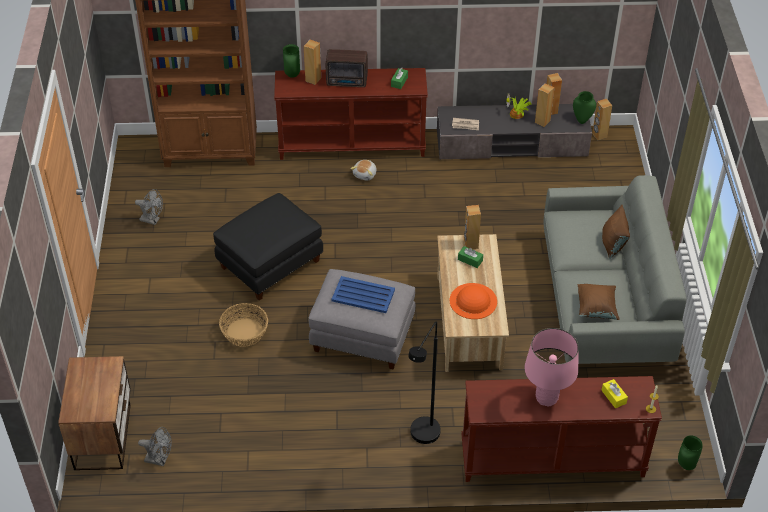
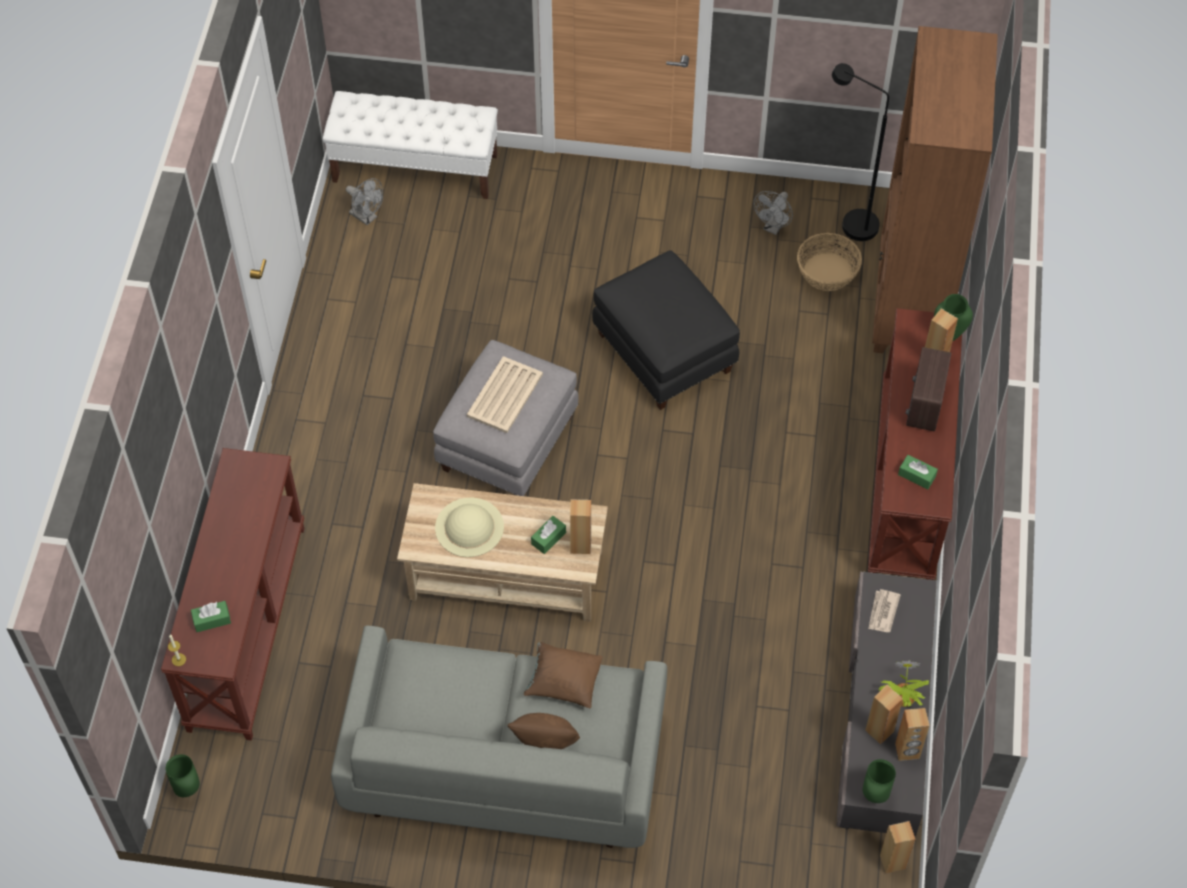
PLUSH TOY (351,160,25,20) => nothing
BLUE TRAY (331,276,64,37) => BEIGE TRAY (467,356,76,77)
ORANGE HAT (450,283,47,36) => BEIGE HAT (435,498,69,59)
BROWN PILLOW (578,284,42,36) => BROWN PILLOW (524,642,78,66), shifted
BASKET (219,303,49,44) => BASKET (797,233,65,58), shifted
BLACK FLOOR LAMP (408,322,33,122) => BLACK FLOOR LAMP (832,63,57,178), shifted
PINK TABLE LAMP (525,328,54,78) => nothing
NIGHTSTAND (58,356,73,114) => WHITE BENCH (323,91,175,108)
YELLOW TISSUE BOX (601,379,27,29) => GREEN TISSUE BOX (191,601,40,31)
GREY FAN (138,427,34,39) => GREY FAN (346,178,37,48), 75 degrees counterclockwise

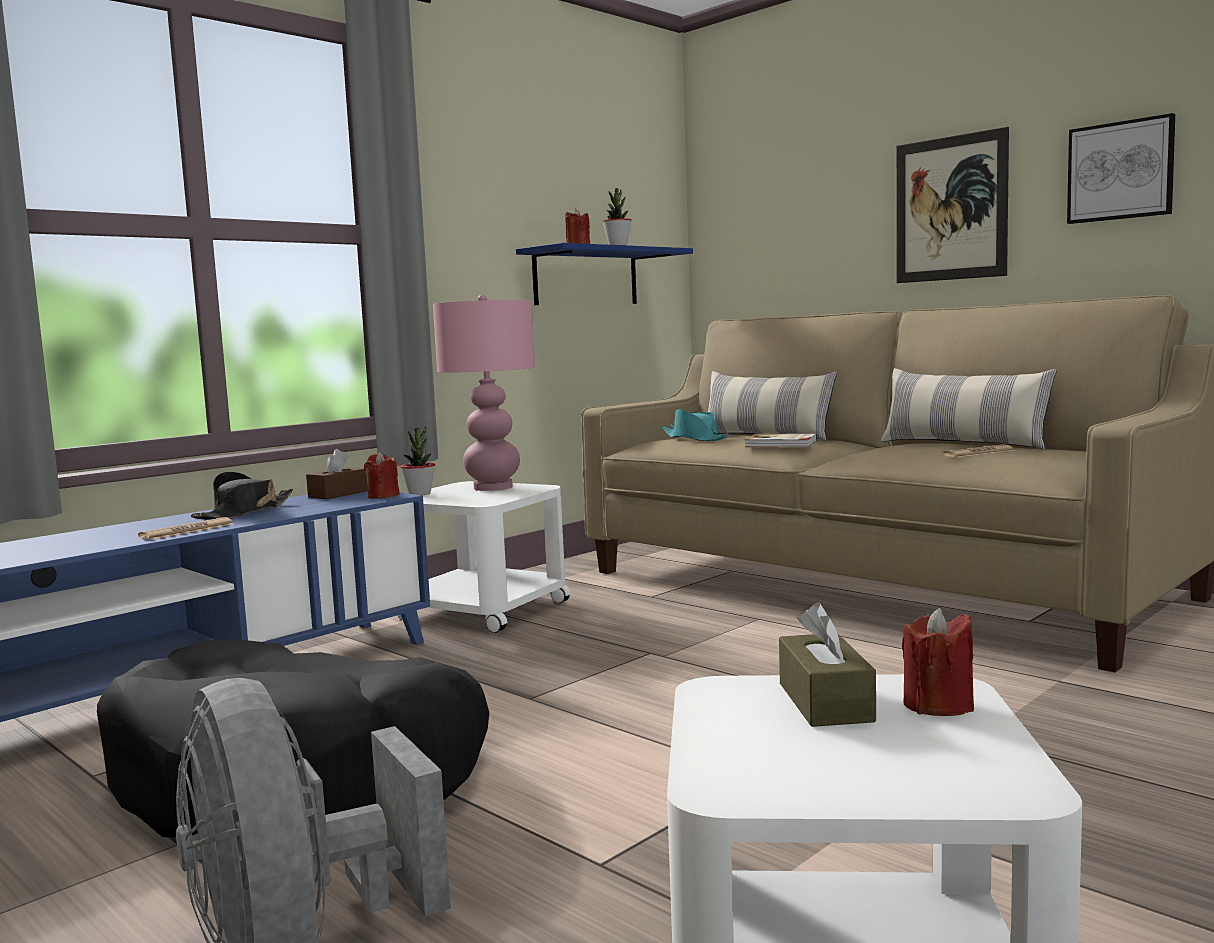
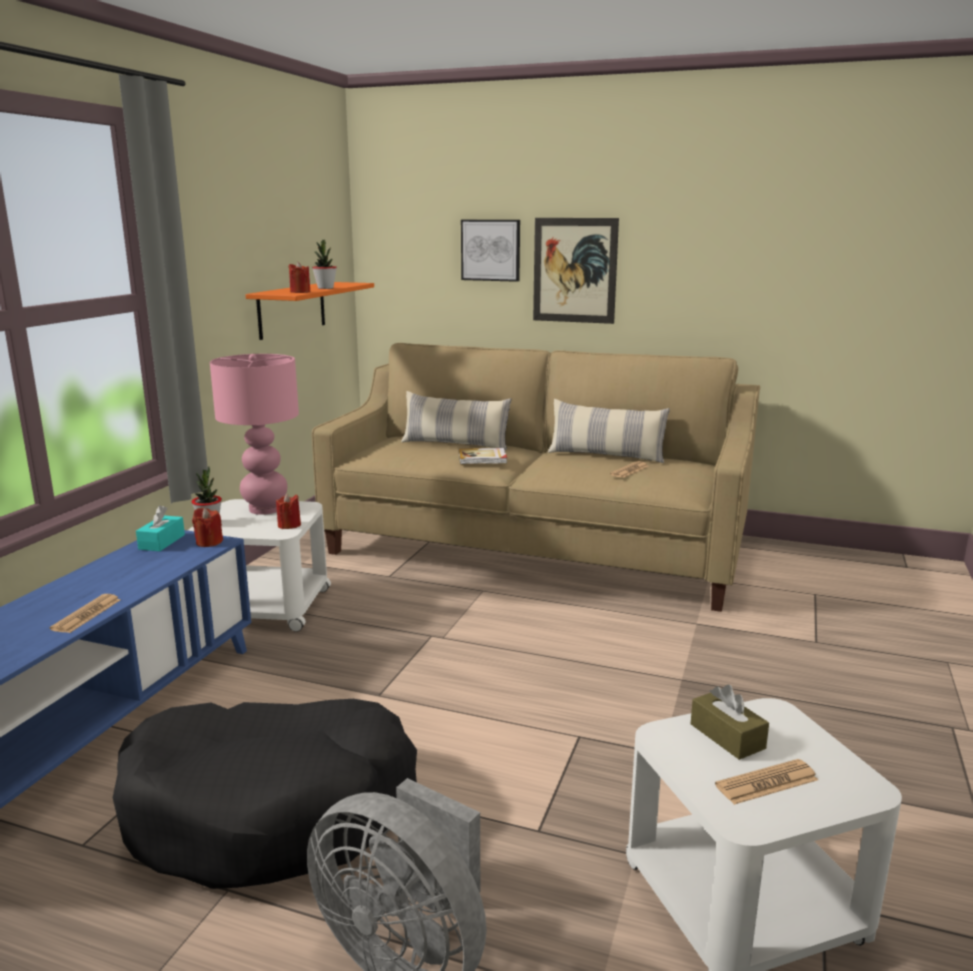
PICTURE (1067,113,108,111) => PICTURE (461,220,59,62), shifted
BLUE SHELF (516,243,177,62) => ORANGE SHELF (245,282,129,58)
TURQUOISE HAT (662,409,68,32) => nothing
BROWN TISSUE BOX (306,449,62,50) => TURQUOISE TISSUE BOX (136,505,49,46)
BLACK HAT (191,472,102,48) => nothing
RED CANDLE (902,608,72,108) => RED CANDLE (276,493,25,36), shifted
nothing => NEWSPAPER (715,759,103,46)

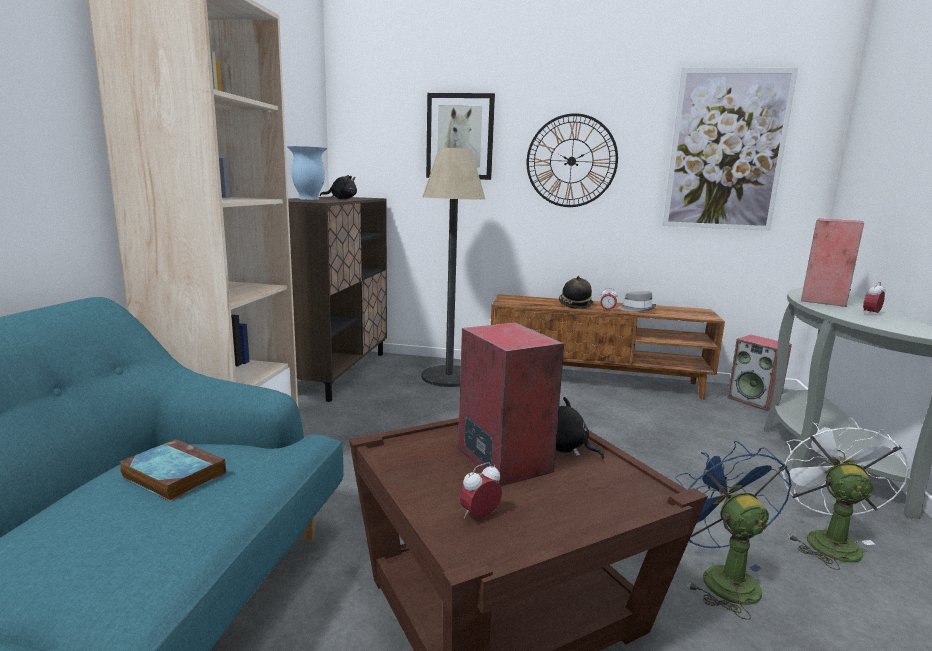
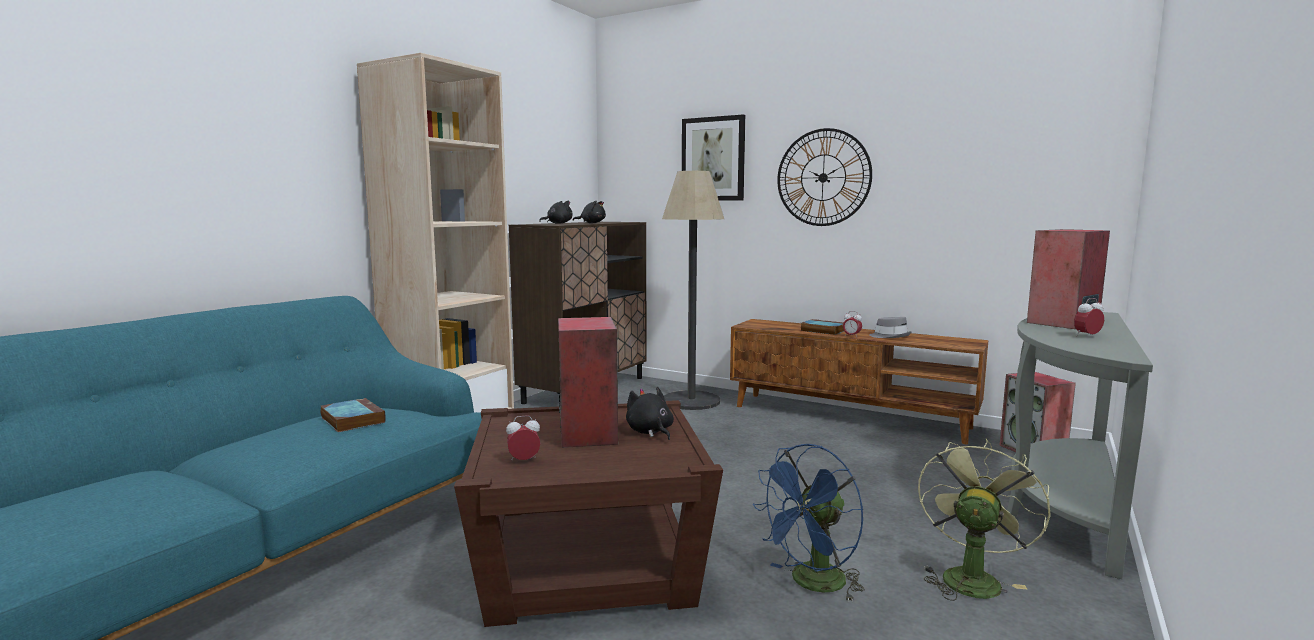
PICTURE (663,68,135,163) => nothing
VASE (287,146,40,54) => BLACK PLUSH TOY (539,200,34,24)
HAT (559,276,35,33) => BOOK (801,319,43,16)
WHITE FAN (781,418,128,152) => GREEN FAN (918,438,133,163)
BLUE FAN (675,441,117,179) => BLUE FAN (753,444,112,158), 135 degrees counterclockwise

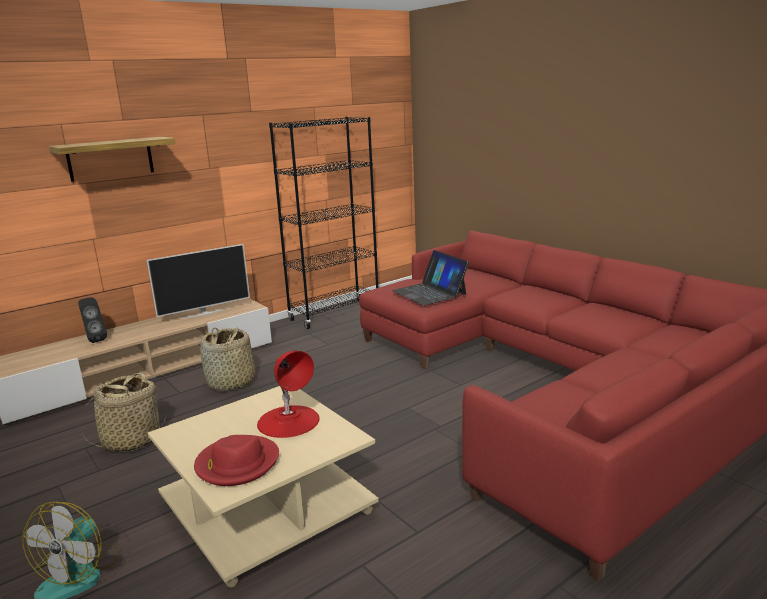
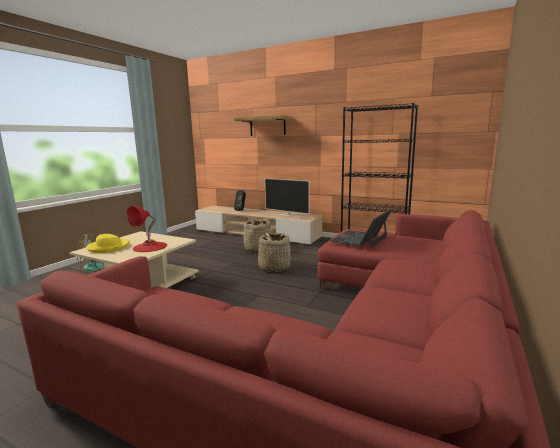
BASKET (82,373,85,79) => BASKET (255,232,37,40), shifted
RED HAT (194,435,85,51) => YELLOW HAT (86,234,44,19)

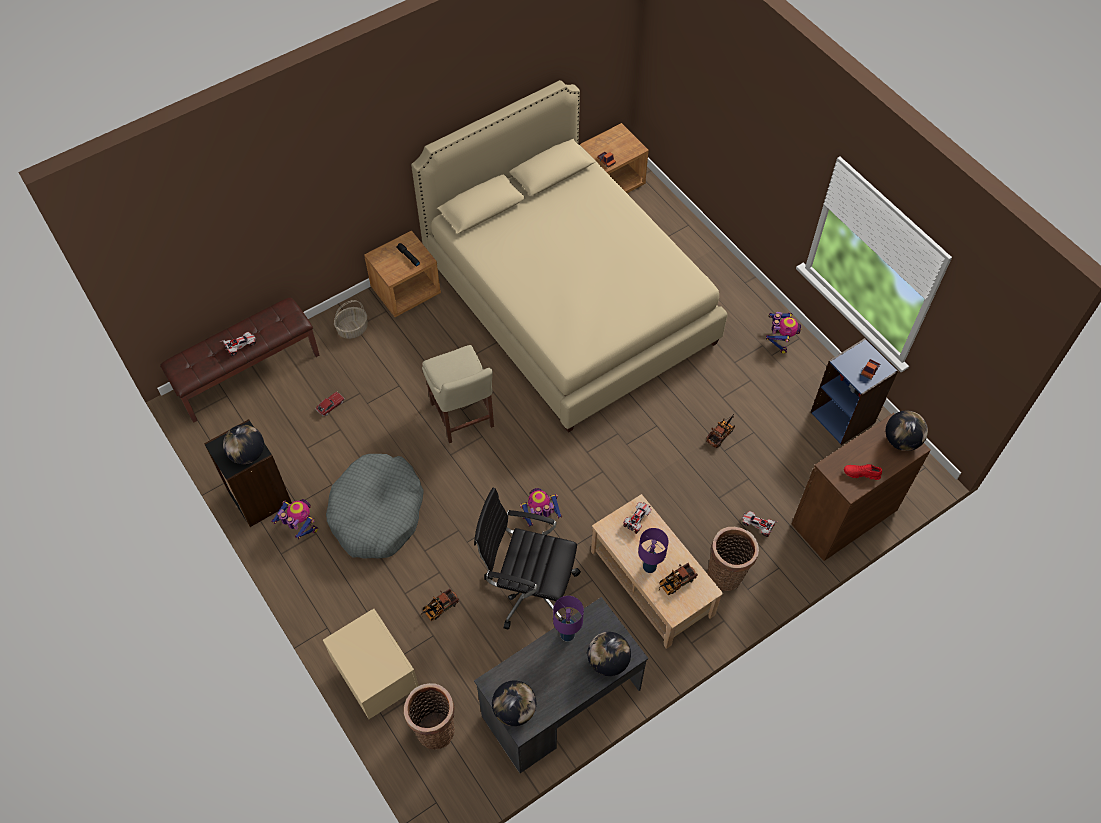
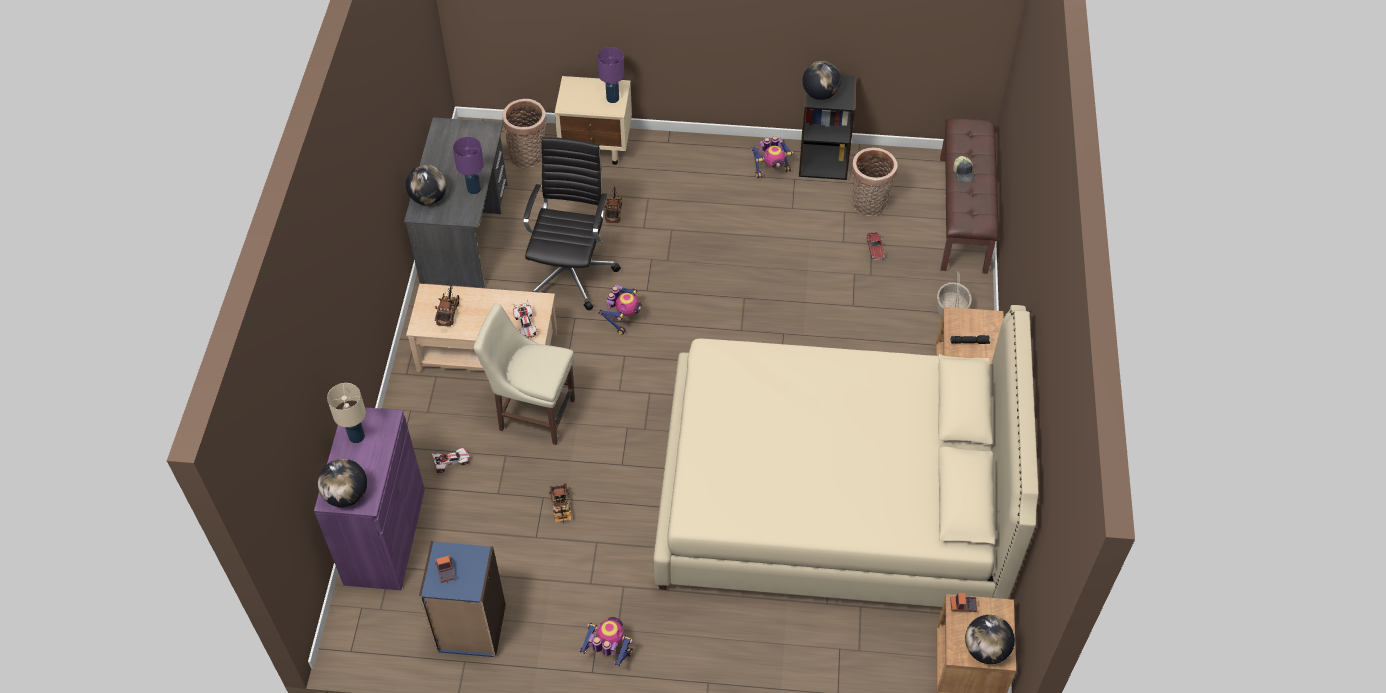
TOY ROBOT (766,312,36,42) => TOY ROBOT (579,617,54,50), 150 degrees clockwise
TOY CAR (220,332,37,24) => CAP (953,156,21,26)
BEIGE CHAIR (422,345,72,98) => BEIGE CHAIR (473,304,102,141), shifted
BROWN CABINET (792,413,139,148) => PURPLE CABINET (314,406,111,184)
GREY DOG BED (326,454,97,105) => nothing
RED SHOE (844,464,38,16) => BEIGE TABLE LAMP (327,383,39,60)
BLACK OFFICE CHAIR (474,488,107,142) => BLACK OFFICE CHAIR (523,137,98,174), 45 degrees counterclockwise
BASKET (707,527,52,64) => BASKET (852,148,46,68), shifted
PURPLE TABLE LAMP (638,528,31,45) => PURPLE TABLE LAMP (597,47,27,56), shifted
GLOBE (492,680,44,46) => GLOBE (965,615,50,49), shifted

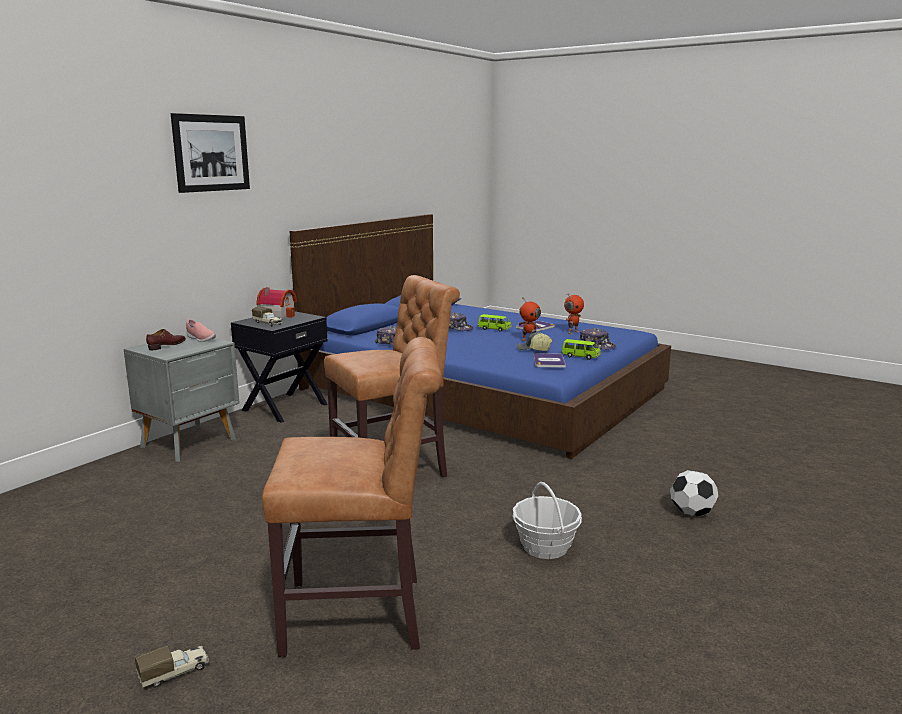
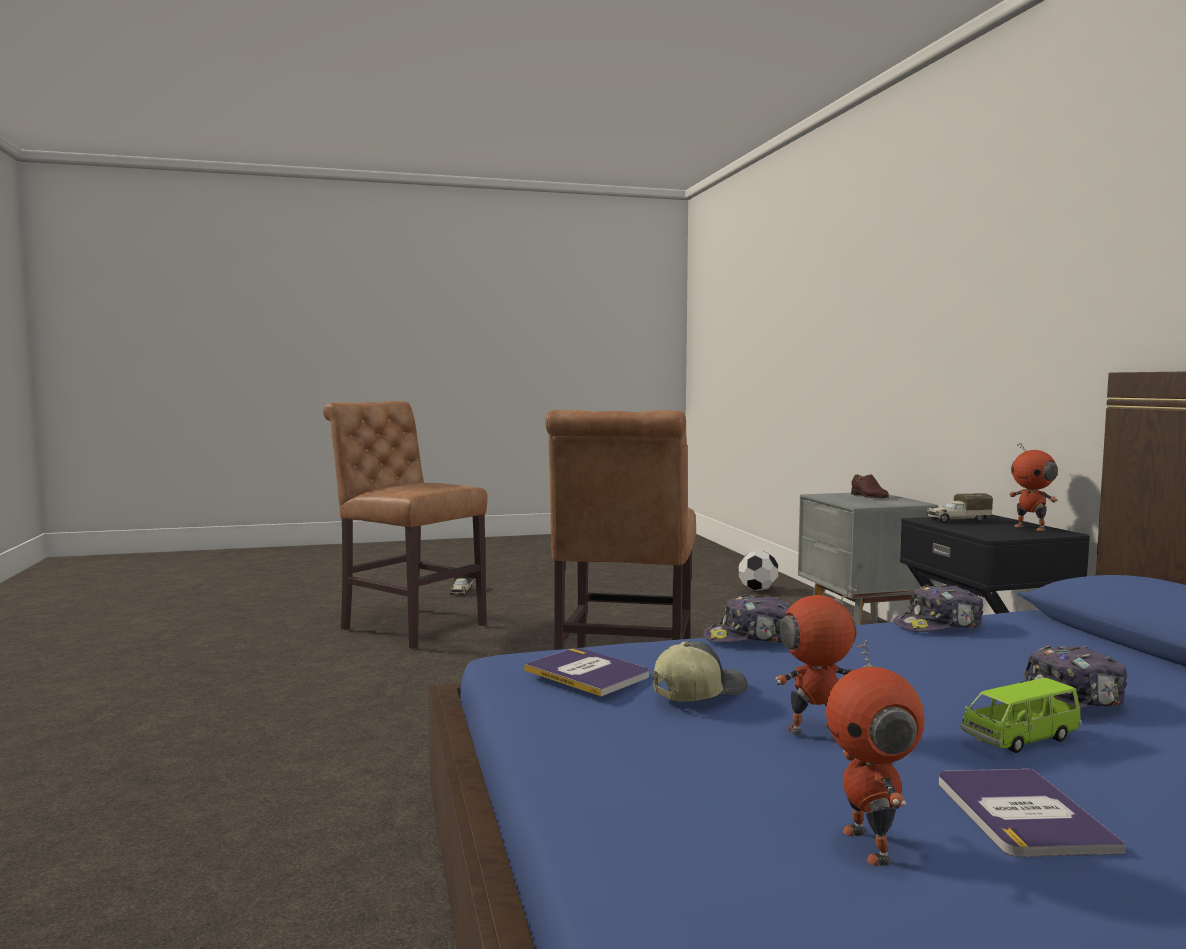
PICTURE (171,113,79,80) => nothing
TOY HOUSE (256,287,41,32) => TOY ROBOT (1009,442,49,89)
PINK SHOE (186,319,30,23) => nothing
CAP (579,328,37,21) => CAP (703,594,89,49), shifted
BROWN CHAIR (262,337,180,320) => BROWN CHAIR (323,401,164,248), 90 degrees clockwise
GREEN TOY CAR (561,339,40,21) => nothing
FOOTBALL (670,470,48,46) => FOOTBALL (739,551,39,40), shifted
BASKET (513,482,69,77) => nothing

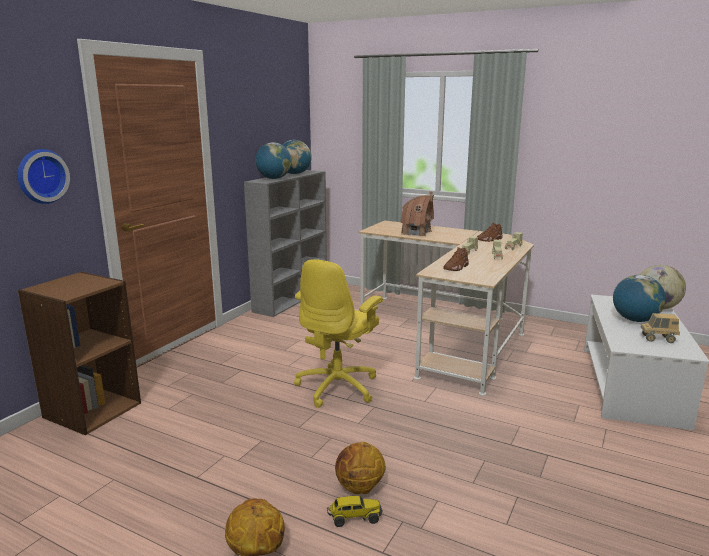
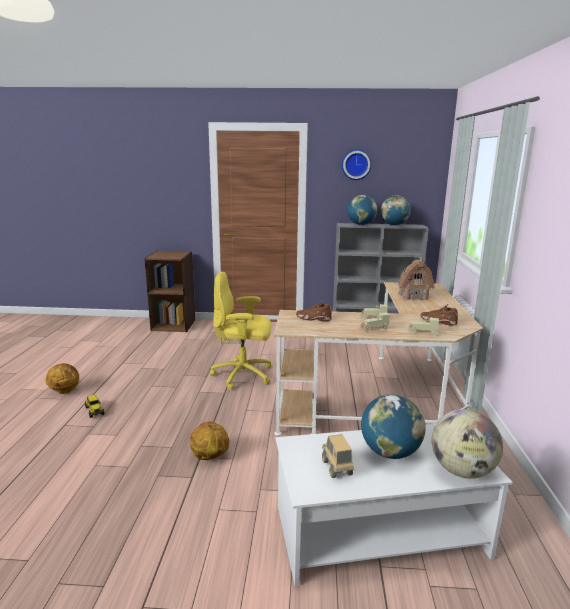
WALL CLOCK (18,149,52,55) => WALL CLOCK (342,149,29,31), shifted
BASKETBALL (335,442,51,52) => BASKETBALL (190,422,39,38), shifted

